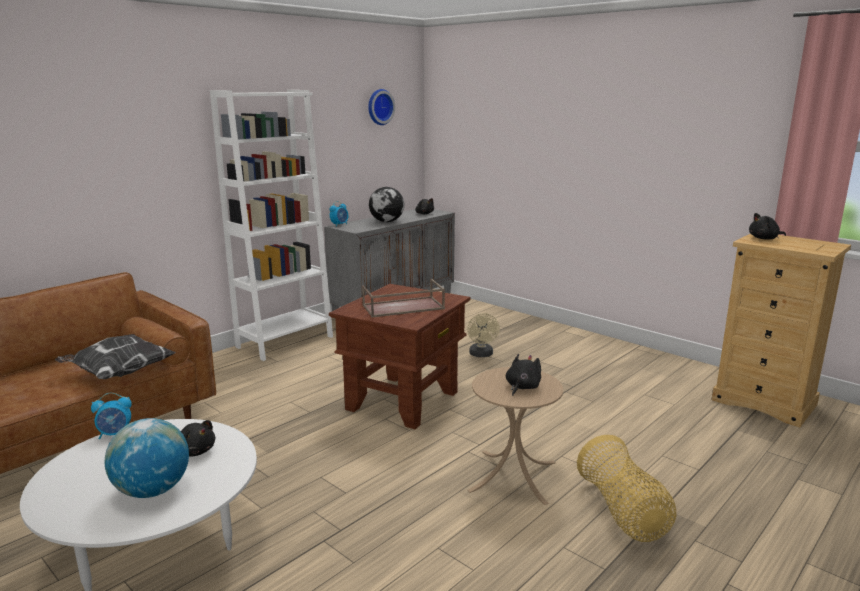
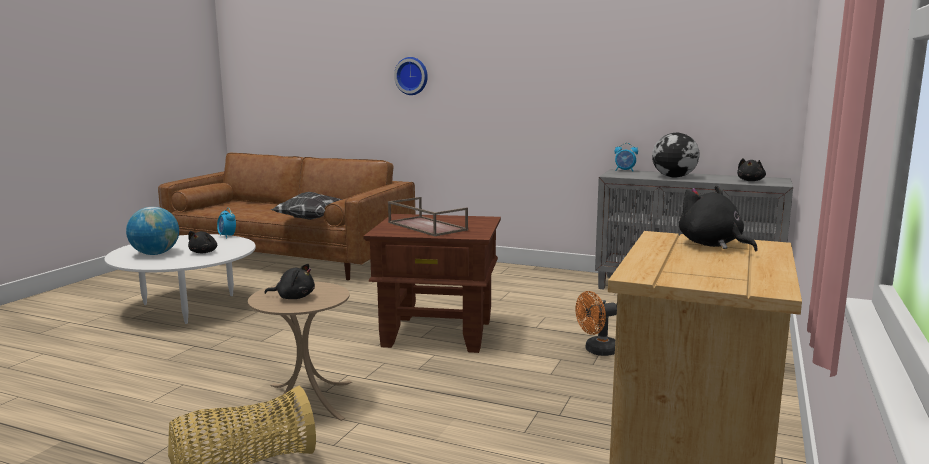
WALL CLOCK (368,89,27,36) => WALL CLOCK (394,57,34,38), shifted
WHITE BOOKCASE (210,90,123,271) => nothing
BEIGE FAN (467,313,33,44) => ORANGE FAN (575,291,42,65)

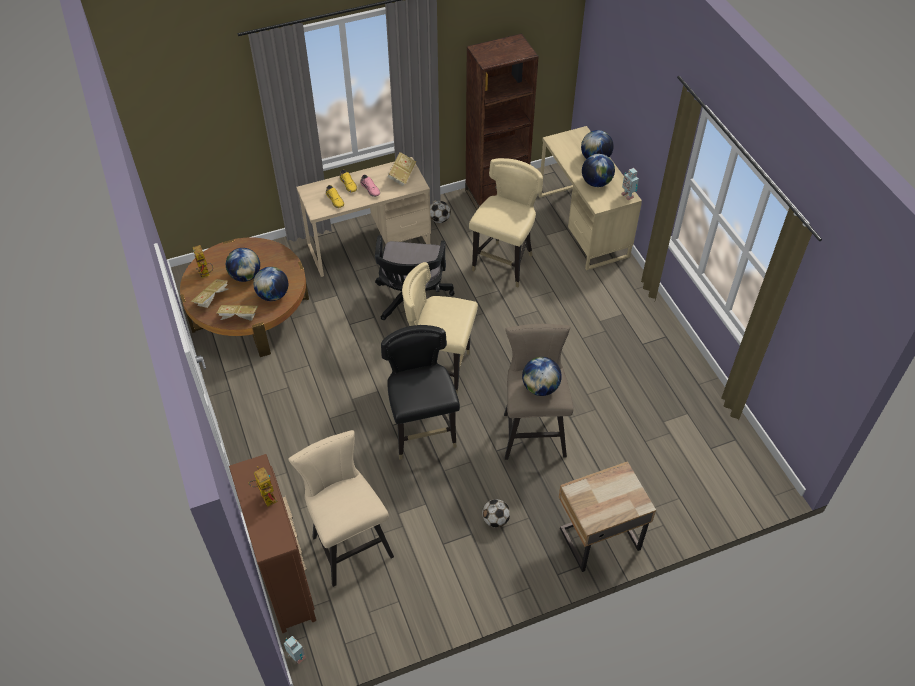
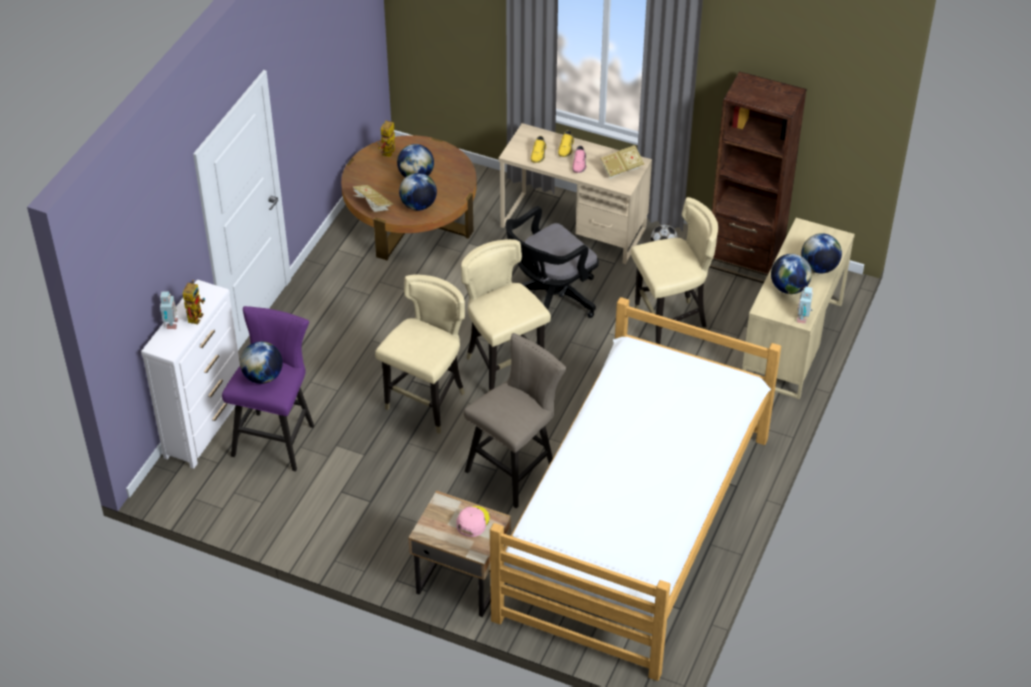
BOOK (191,279,37,29) => nothing
BLACK CHAIR (381,325,79,135) => BEIGE CHAIR (375,275,90,159)
GLOBE (522,357,40,39) => GLOBE (240,341,43,43), shifted
BEIGE STOOL (288,430,106,157) => PURPLE STOOL (222,306,92,166)
BROWN DRESSER (229,454,87,179) => WHITE DRESSER (141,279,99,190)
FOOTBALL (482,499,28,29) => nothing
TOY ROBOT (284,636,22,28) => TOY ROBOT (160,292,18,37), shifted
nothing => BED (490,297,291,384)
nothing => PINK CAP (456,506,34,31)

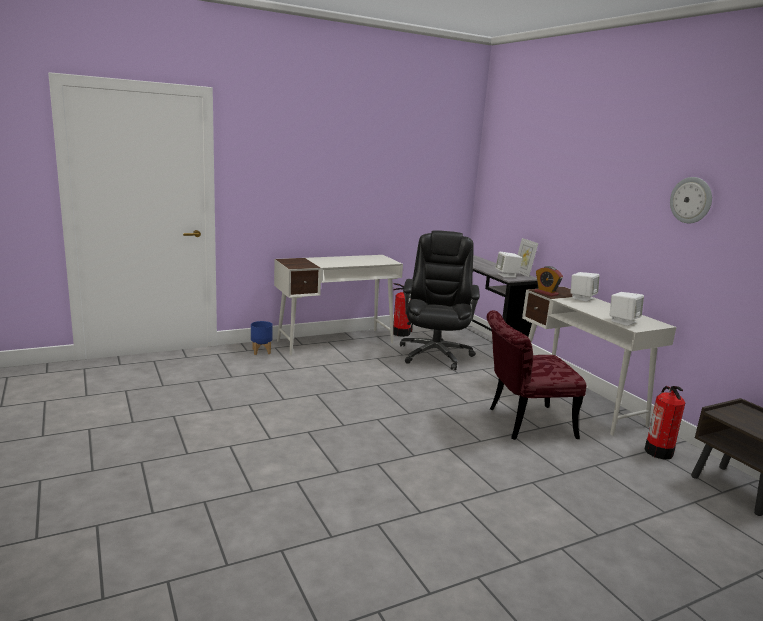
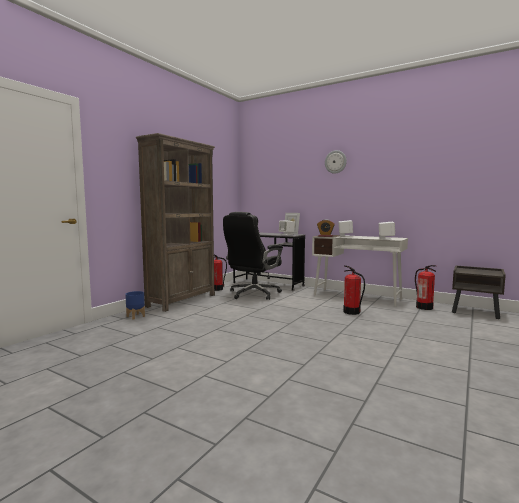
WALL CLOCK (670,177,42,46) => WALL CLOCK (325,150,22,24), shifted
BLACK OFFICE CHAIR (400,230,80,140) => BLACK OFFICE CHAIR (223,212,60,88), 120 degrees counterclockwise
WHITE DESK (274,255,129,100) => BROWN BOOKCASE (136,133,79,179)
RED CHAIR (487,310,99,130) => FIRE EXTINGUISHER (343,265,22,50)

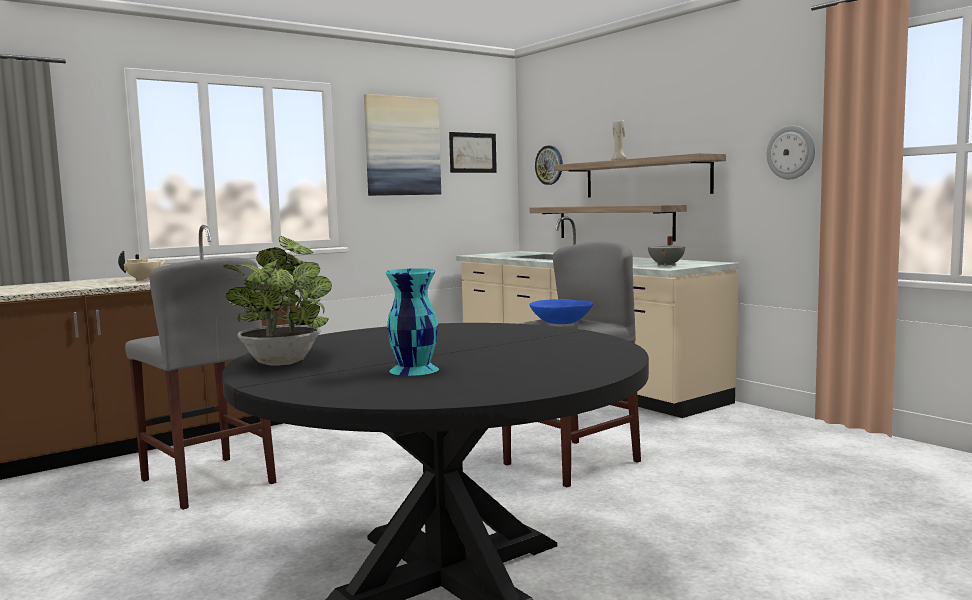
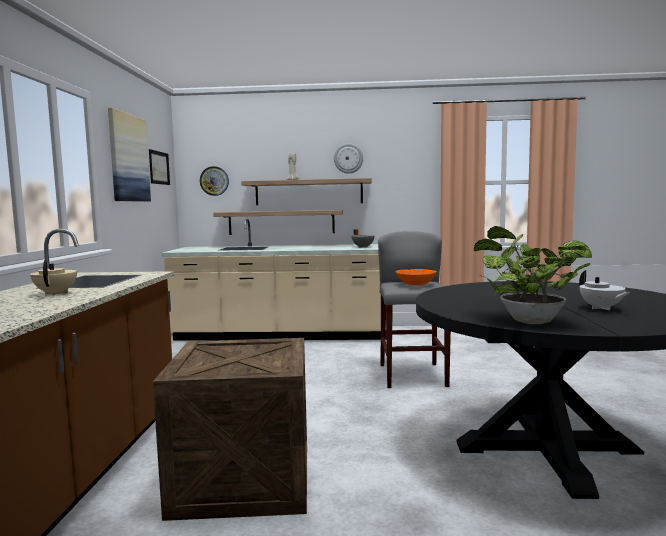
WALL CLOCK (767,126,48,53) => WALL CLOCK (334,143,29,31), shifted
GREY STOOL (125,257,151,253) => CRATE (153,338,154,183)
TURQUOISE VASE (386,268,53,108) => WHITE TEAPOT (579,270,51,40)
BLUE BOWL (529,299,64,25) => ORANGE BOWL (395,269,42,16)

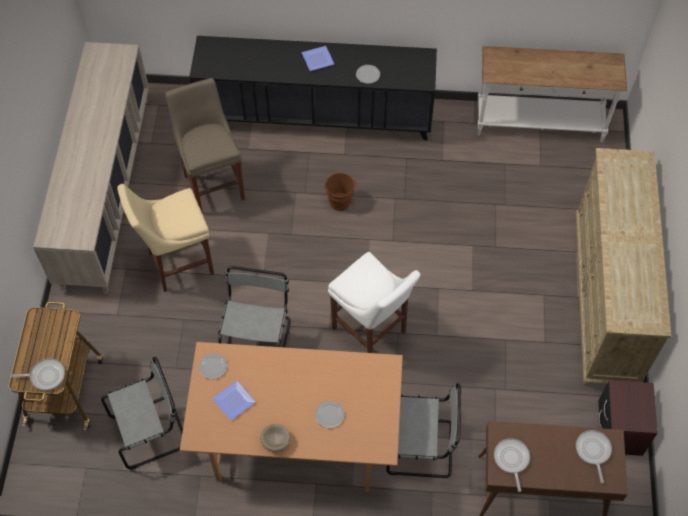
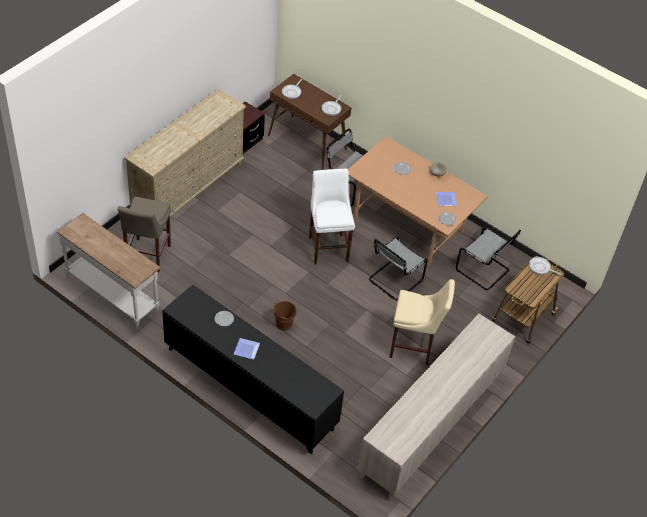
BEIGE STOOL (166,78,79,136) => BEIGE STOOL (118,197,53,75), shifted
GREY CHAIR (101,357,82,113) => GREY CHAIR (456,228,65,62), 150 degrees counterclockwise

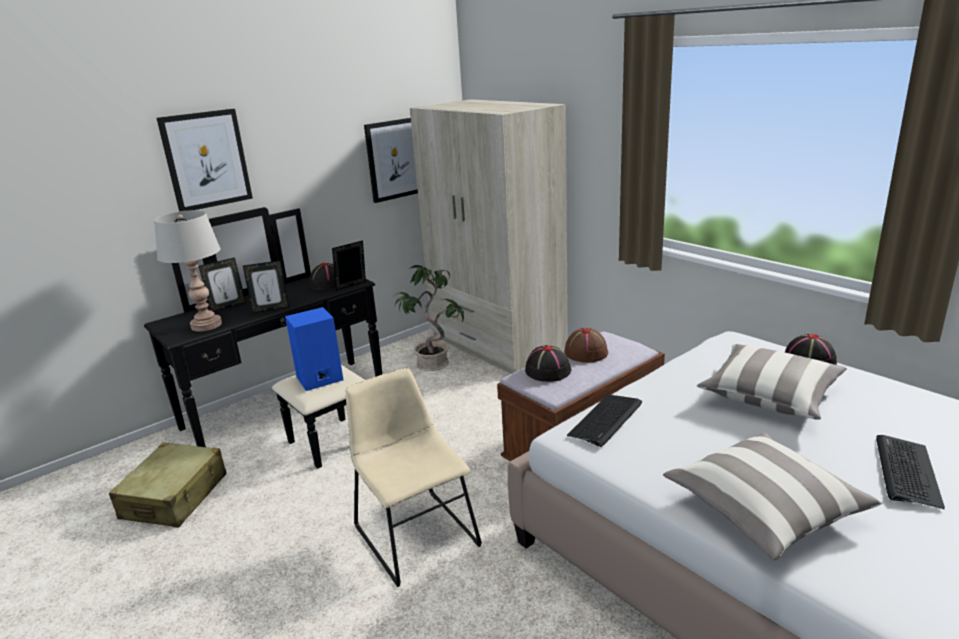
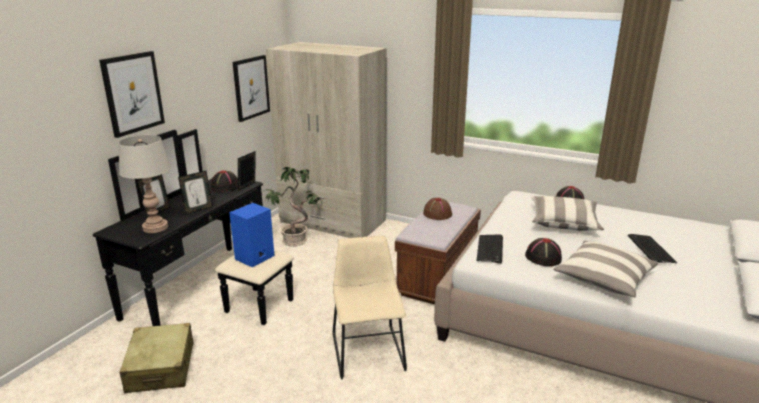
BLACK HAT (525,345,47,37) => BLACK HAT (525,238,37,28), shifted
BEIGE CHAIR (346,368,136,219) => BEIGE CHAIR (332,236,75,143), 45 degrees clockwise

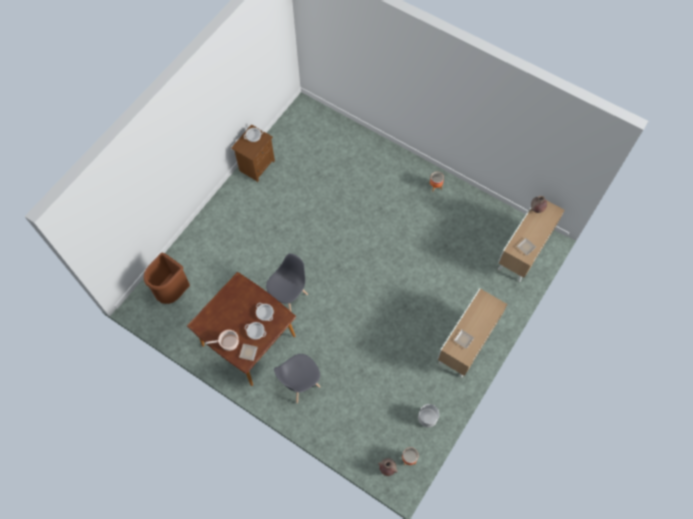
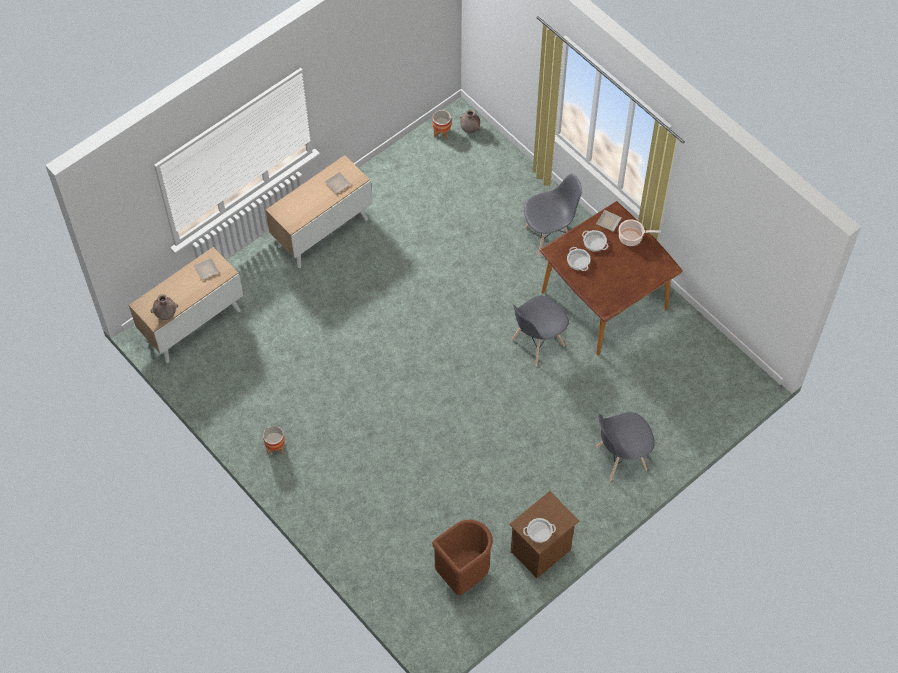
BROWN TRASH CAN (144,253,46,51) => BROWN TRASH CAN (432,519,61,76), shifted
WHITE PLANTER (418,404,21,23) => nothing
nothing => GREY CHAIR (596,412,59,69)

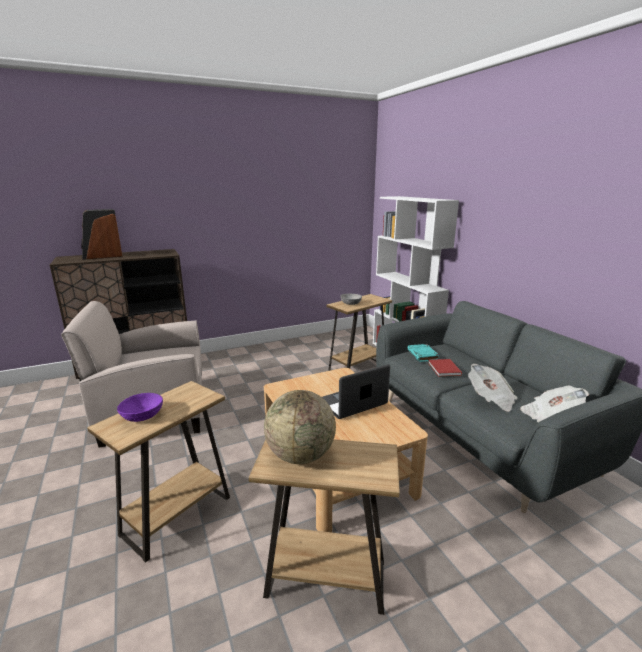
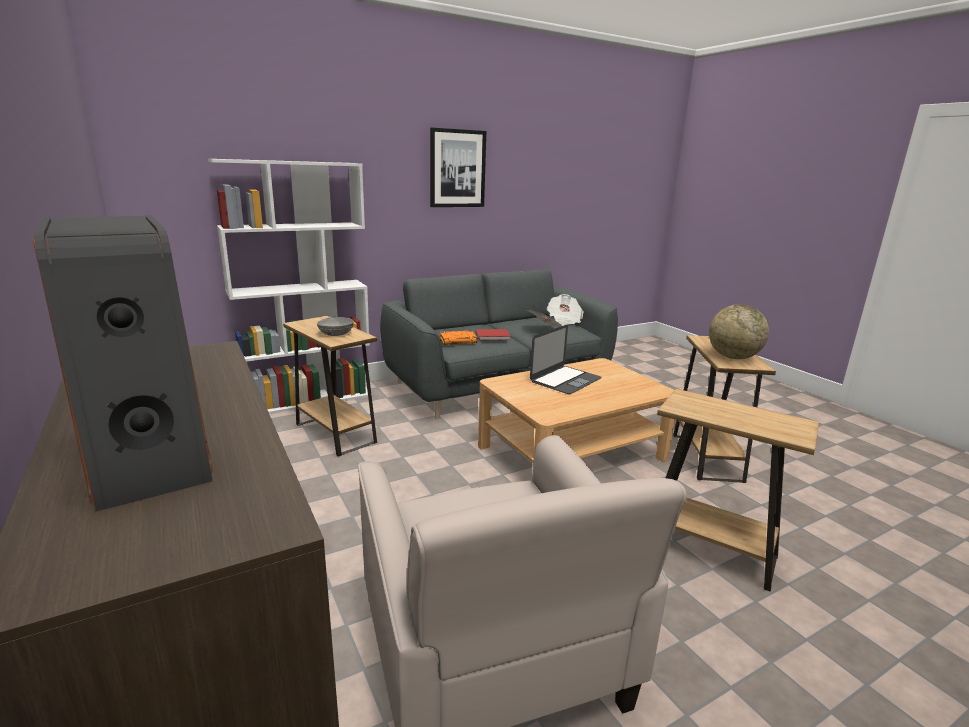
TURQUOISE BOOK (407,344,32,18) => ORANGE BOOK (440,330,37,15)
LAPTOP (322,364,68,55) => LAPTOP (530,325,72,69), 105 degrees counterclockwise
PURPLE BOWL (117,393,46,29) => nothing
nothing => PICTURE (430,127,56,80)

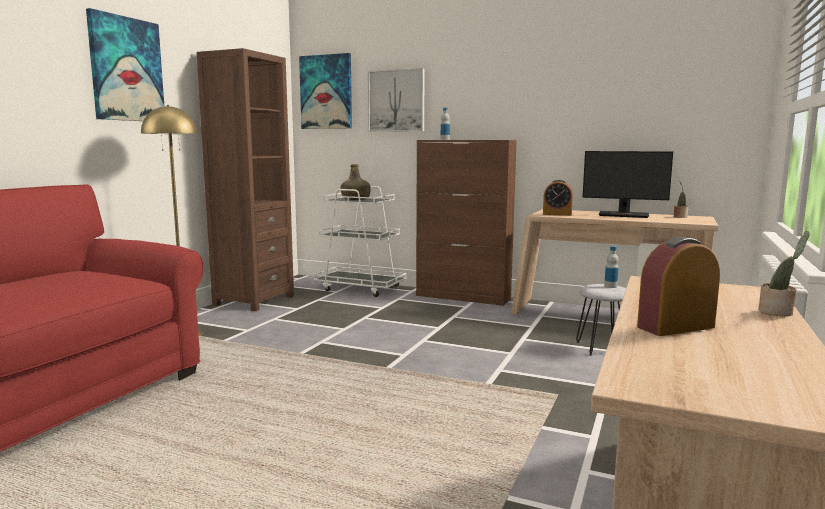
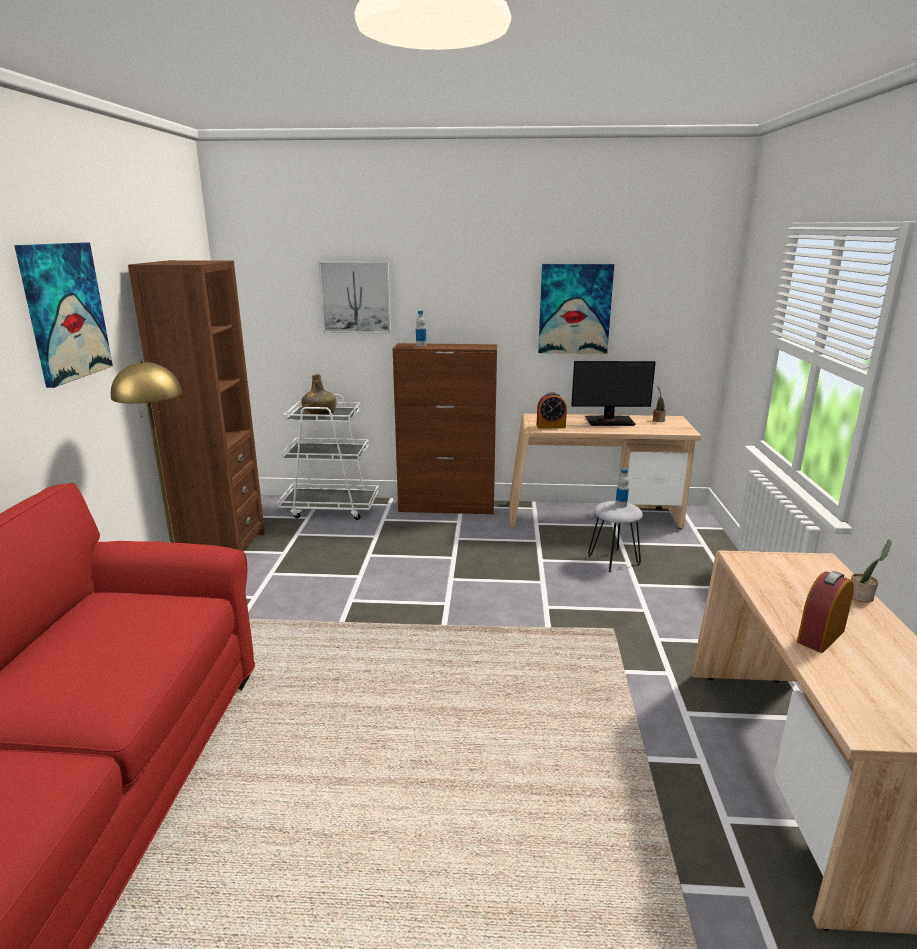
PICTURE (299,53,53,76) => PICTURE (538,264,76,90), shifted

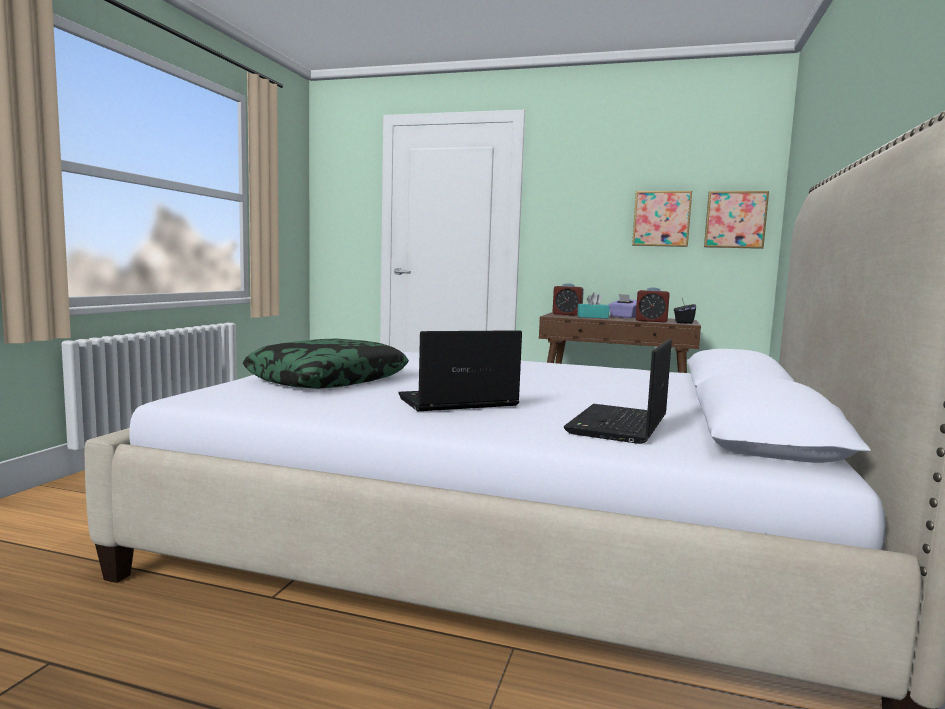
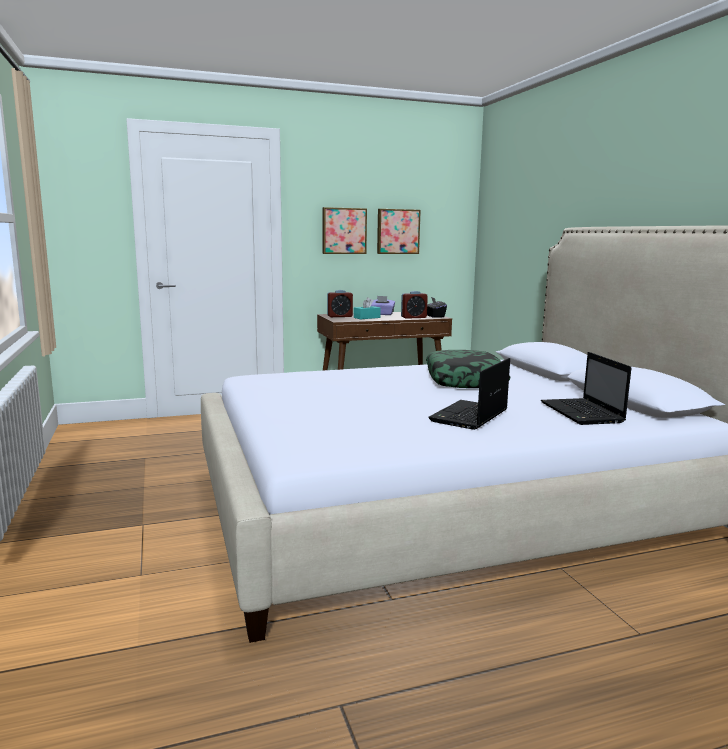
PICTURE (704,191,65,58) => PICTURE (322,207,45,47), shifted
PILLOW (243,339,166,50) => PILLOW (426,350,85,38), shifted

